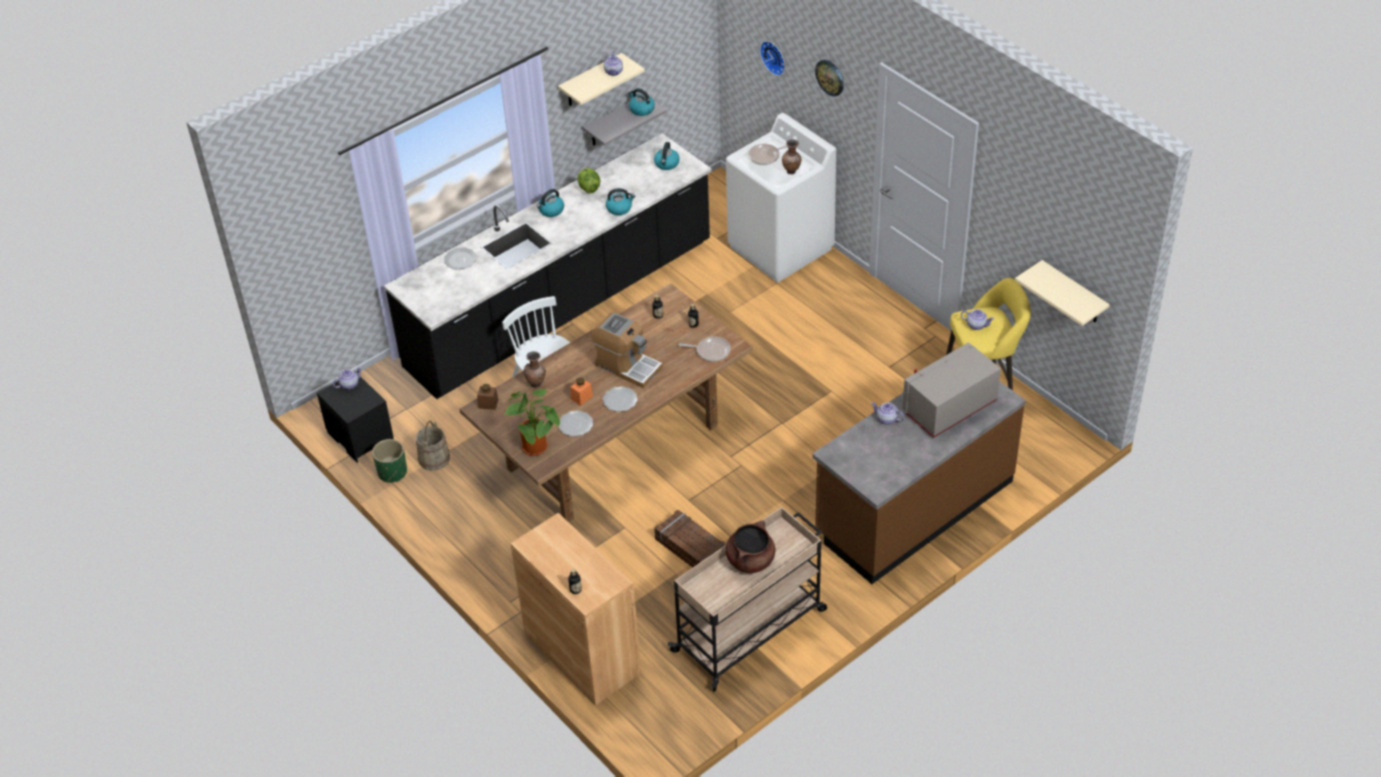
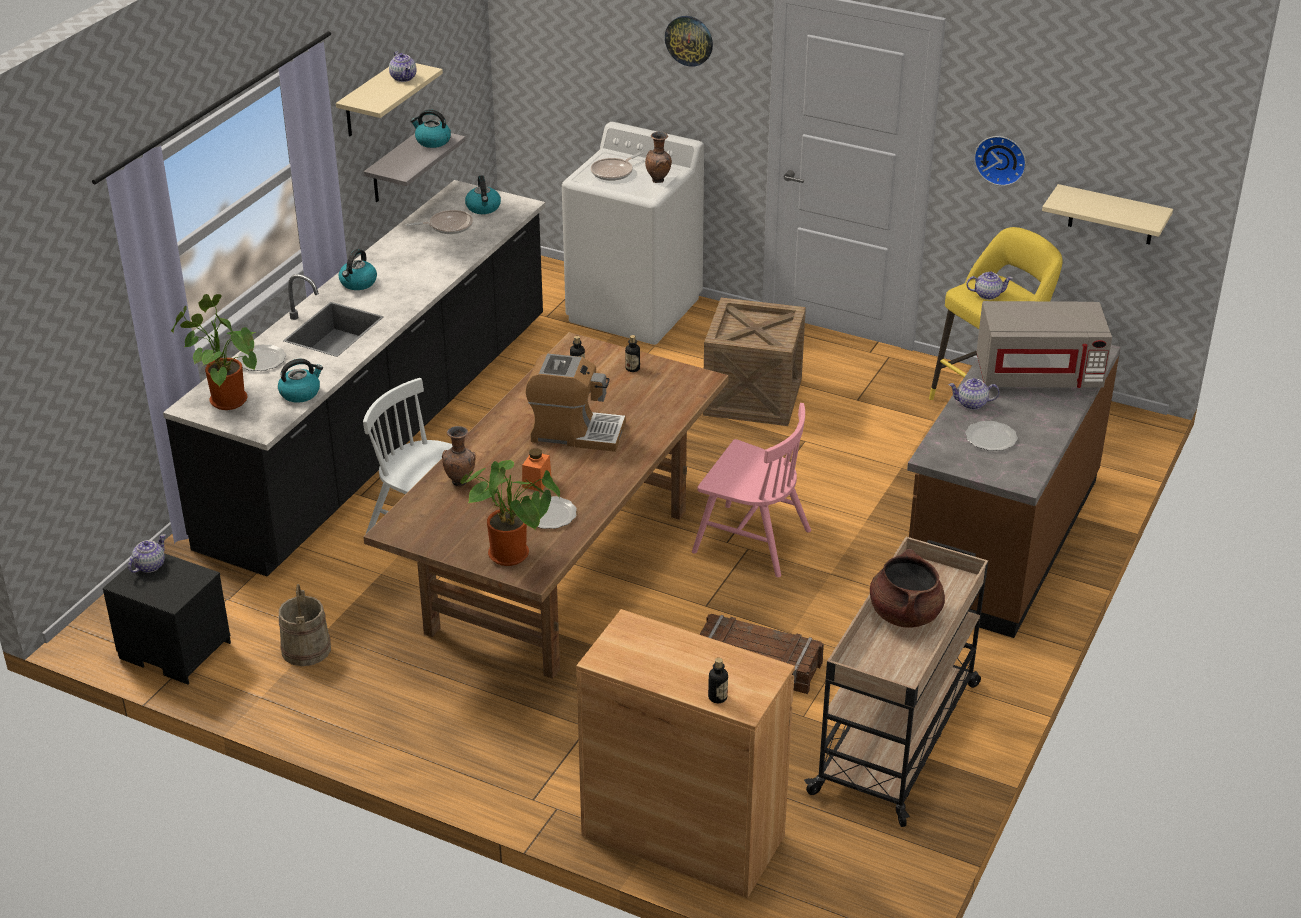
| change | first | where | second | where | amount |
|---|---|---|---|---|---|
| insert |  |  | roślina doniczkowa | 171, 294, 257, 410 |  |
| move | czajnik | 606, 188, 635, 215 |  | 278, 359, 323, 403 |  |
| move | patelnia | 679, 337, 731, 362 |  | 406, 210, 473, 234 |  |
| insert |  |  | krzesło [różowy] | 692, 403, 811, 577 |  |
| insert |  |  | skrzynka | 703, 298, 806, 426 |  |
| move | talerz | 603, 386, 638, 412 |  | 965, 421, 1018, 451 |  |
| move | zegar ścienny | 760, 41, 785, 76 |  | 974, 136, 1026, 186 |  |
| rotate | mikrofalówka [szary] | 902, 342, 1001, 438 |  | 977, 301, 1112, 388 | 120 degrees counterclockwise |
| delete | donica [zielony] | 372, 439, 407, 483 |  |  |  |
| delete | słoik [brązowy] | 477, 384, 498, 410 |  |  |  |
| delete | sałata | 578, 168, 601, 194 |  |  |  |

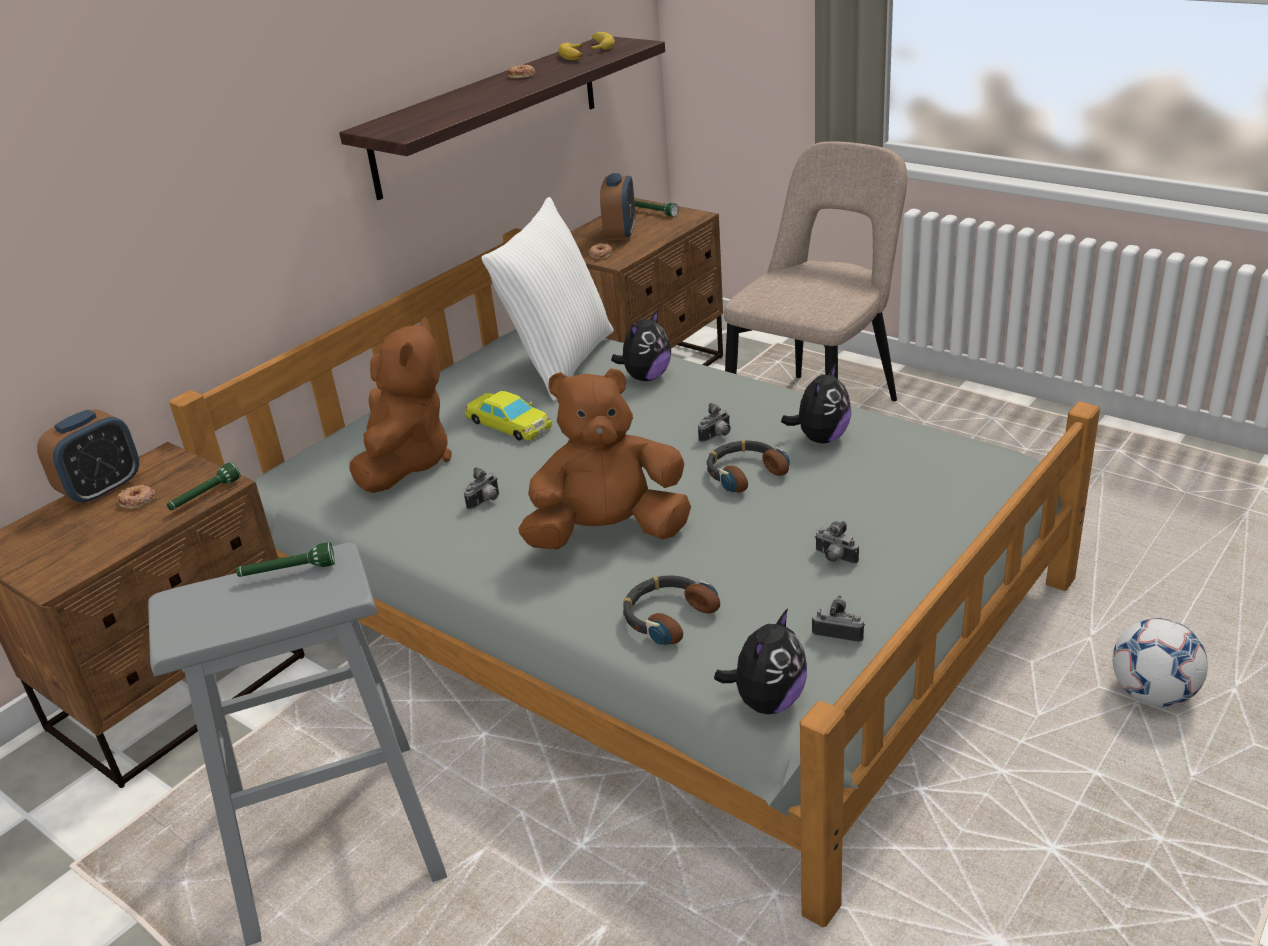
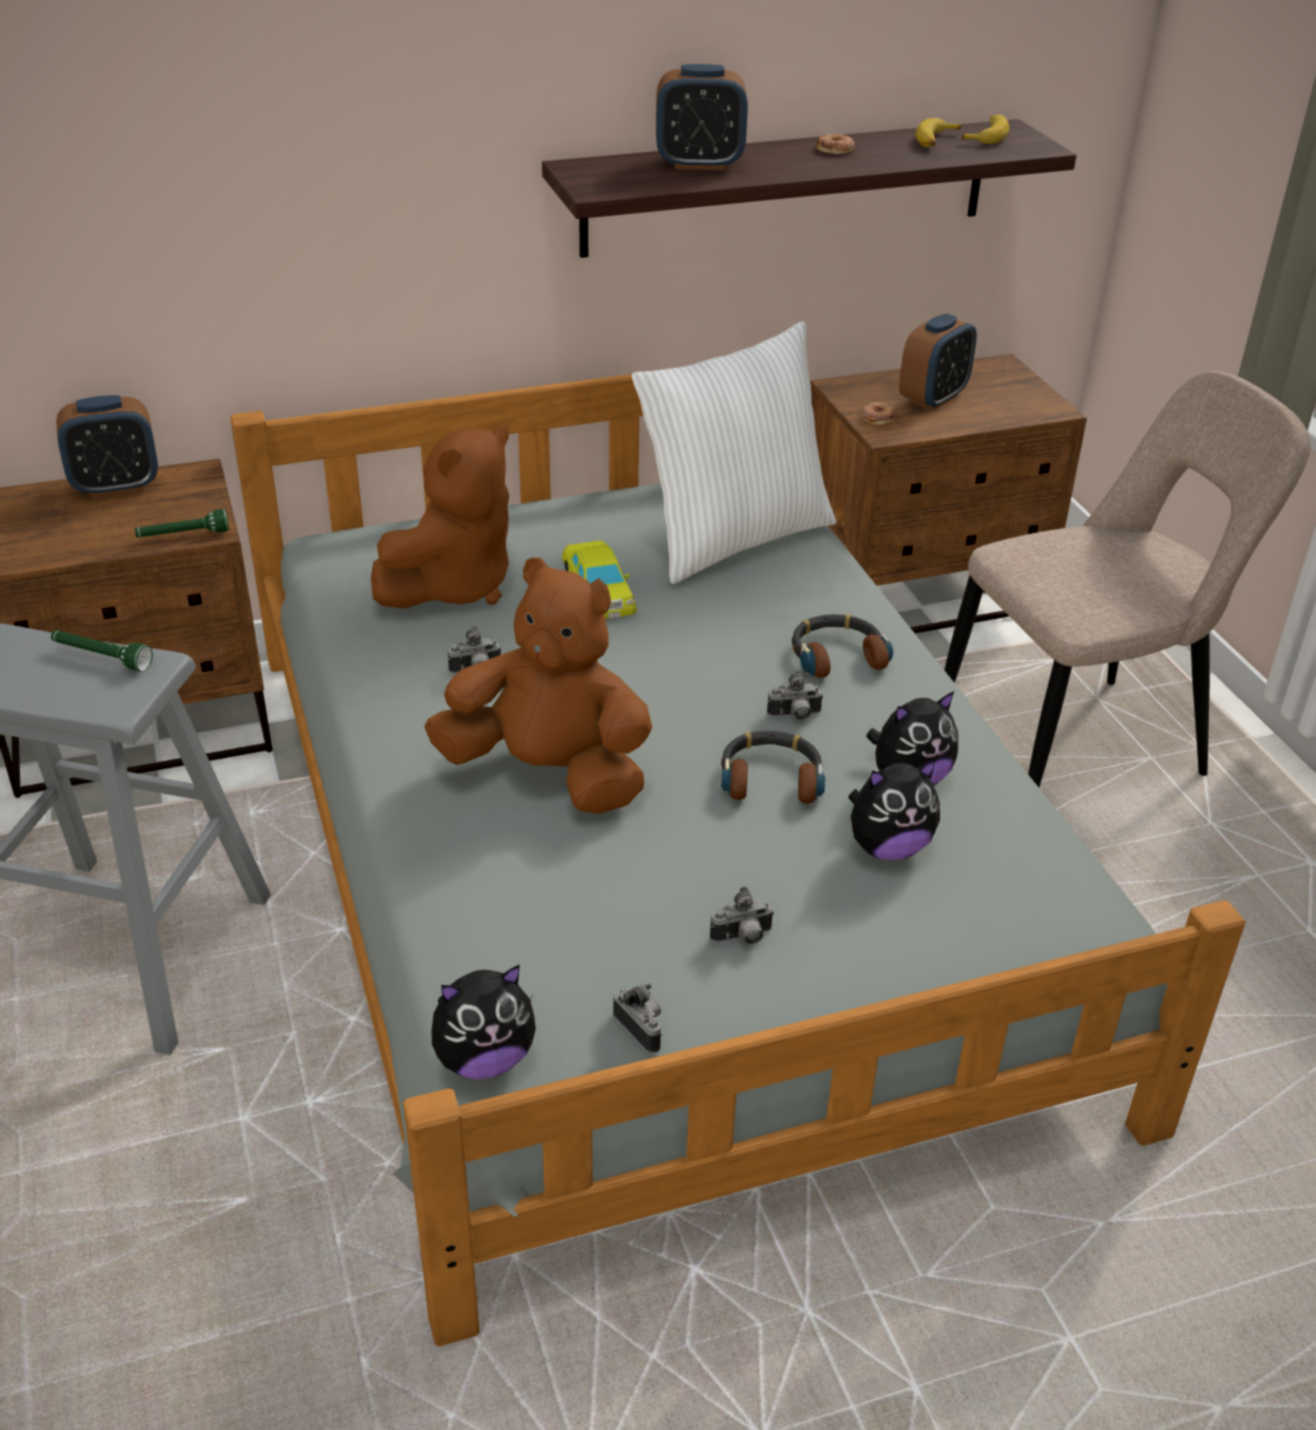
| change | first | where | second | where | amount |
|---|---|---|---|---|---|
| insert |  |  | budzik | 656, 64, 748, 170 |  |
| rotate | aparat fotograficzny | 815, 521, 859, 564 |  | 710, 886, 775, 944 | 90 degrees counterclockwise |
| move | słuchawki | 623, 575, 720, 646 |  | 792, 614, 893, 678 |  |
| move | pluszak | 611, 309, 671, 381 |  | 848, 759, 940, 860 |  |
| delete | donut | 117, 485, 156, 509 |  |  |  |
| delete | latarka [zielony] | 634, 200, 679, 217 |  |  |  |
| delete | piłka futbolowa | 1113, 618, 1208, 707 |  |  |  |

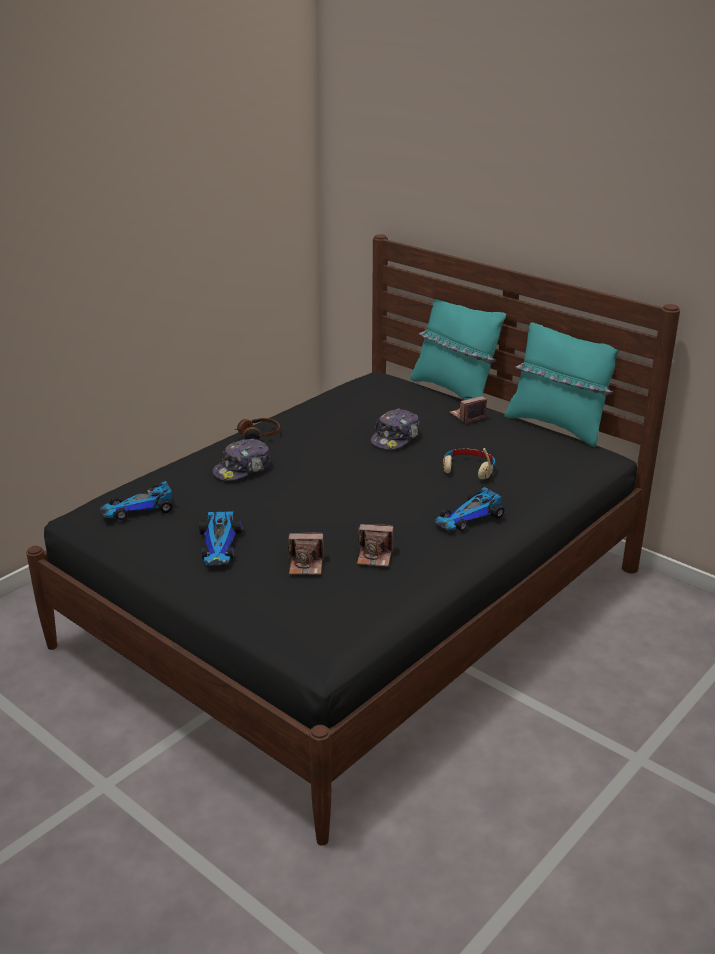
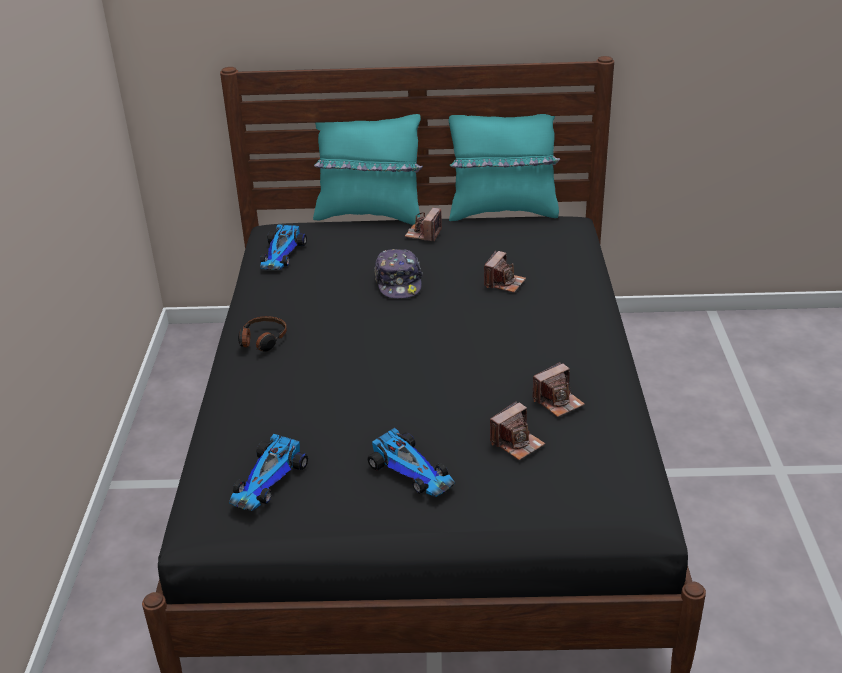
| change | first | where | second | where | amount |
|---|---|---|---|---|---|
| move | samochodzik | 434, 487, 504, 531 |  | 260, 225, 307, 270 |  |
| replace | słuchawki [beżowy] | 443, 448, 495, 479 | aparat fotograficzny | 484, 251, 526, 293 |  |
| delete | czapka z daszkiem | 213, 439, 270, 481 |  |  |  |

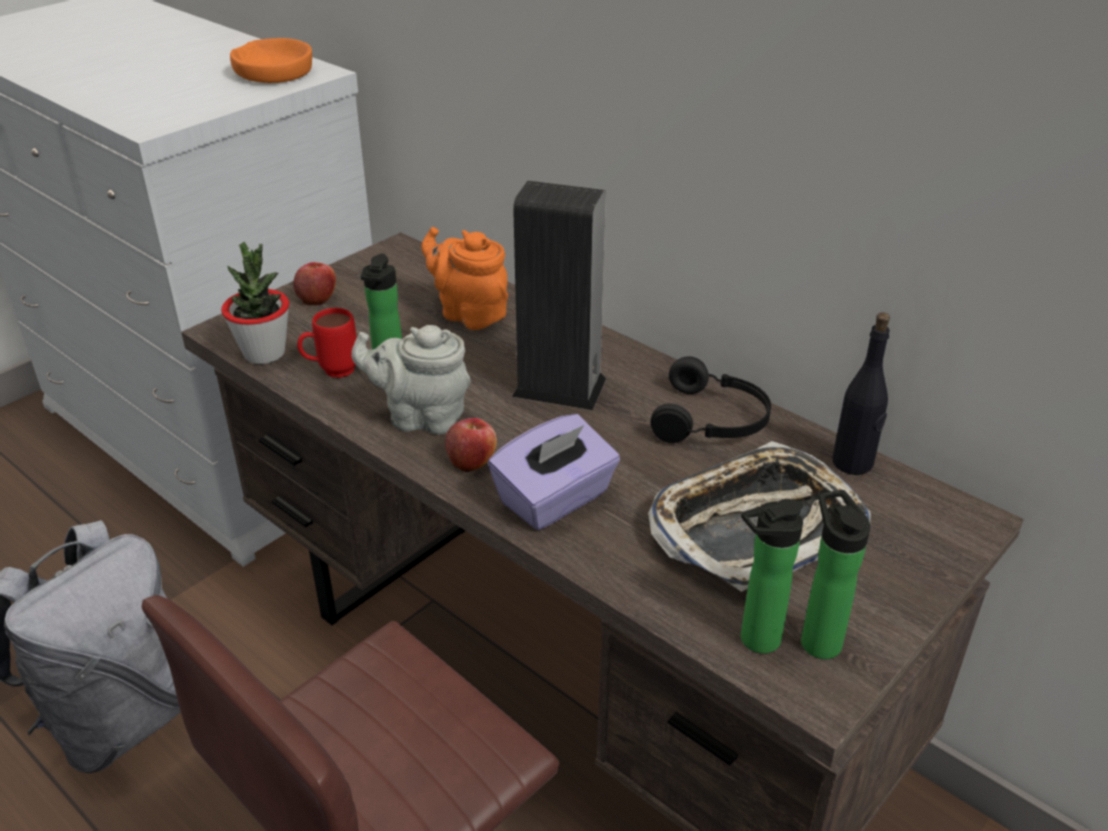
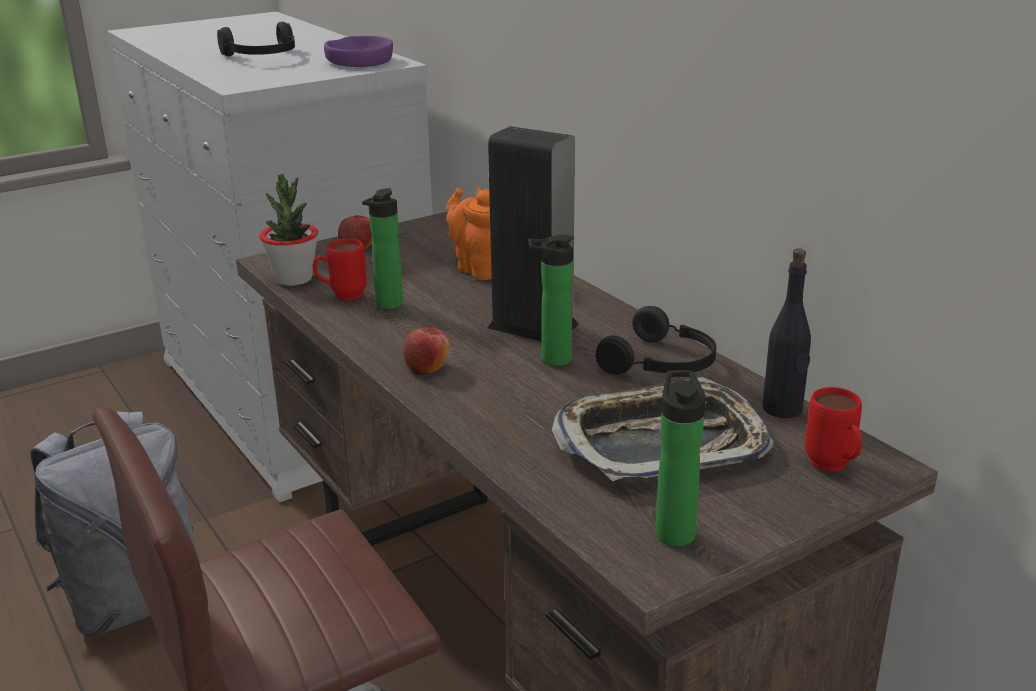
| change | first | where | second | where | amount |
|---|---|---|---|---|---|
| insert |  |  | słuchawki [czarny] | 217, 22, 295, 56 |  |
| recolor | miska [pomarańczowy] | 230, 38, 312, 83 | miska [fioletowy] | 324, 36, 393, 67 |  |
| move | butelka | 741, 499, 804, 654 |  | 528, 235, 574, 366 |  |
| insert |  |  | kubek [czerwony] | 805, 387, 862, 472 |  |
| delete | imbryk [szary] | 351, 325, 471, 434 |  |  |  |
| delete | pudełko chusteczek [fioletowy] | 488, 414, 620, 530 |  |  |  |

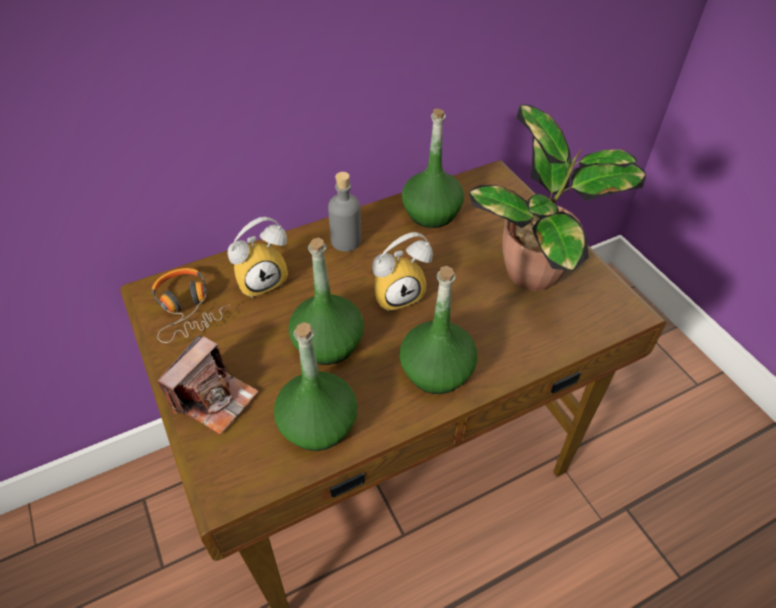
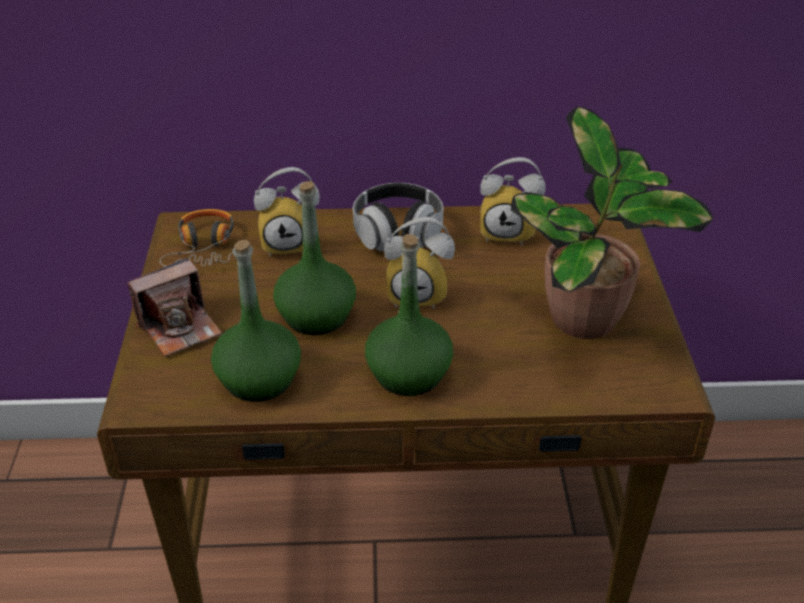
| change | first | where | second | where | amount |
|---|---|---|---|---|---|
| replace | butelka [szary] | 328, 172, 361, 252 | słuchawki | 353, 183, 443, 251 |  |
| replace | butelka [zielony] | 402, 109, 464, 228 | budzik | 480, 157, 546, 246 |  |

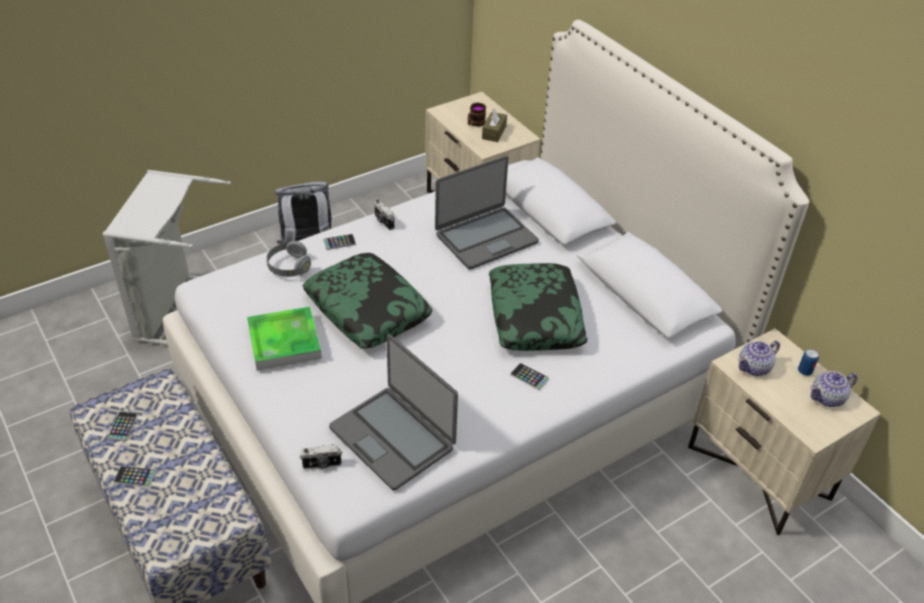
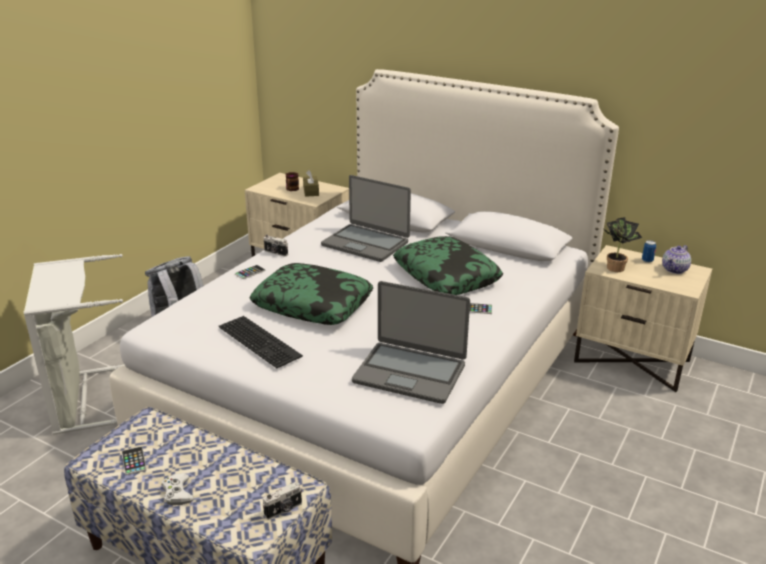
| change | first | where | second | where | amount |
|---|---|---|---|---|---|
| replace | telefon | 113, 466, 156, 487 | pad do gier [biały] | 162, 473, 194, 505 |  |
| replace | taca | 247, 307, 322, 371 | klawiatura | 219, 316, 303, 368 |  |
| move | aparat fotograficzny | 300, 444, 342, 469 |  | 262, 482, 302, 520 |  |
| rotate | laptop | 435, 156, 539, 270 |  | 321, 175, 411, 262 | 90 degrees clockwise |
| replace | imbryk | 738, 340, 780, 376 | roślina doniczkowa | 603, 217, 642, 272 |  |
| delete | słuchawki [szary] | 267, 241, 311, 277 |  |  |  |

